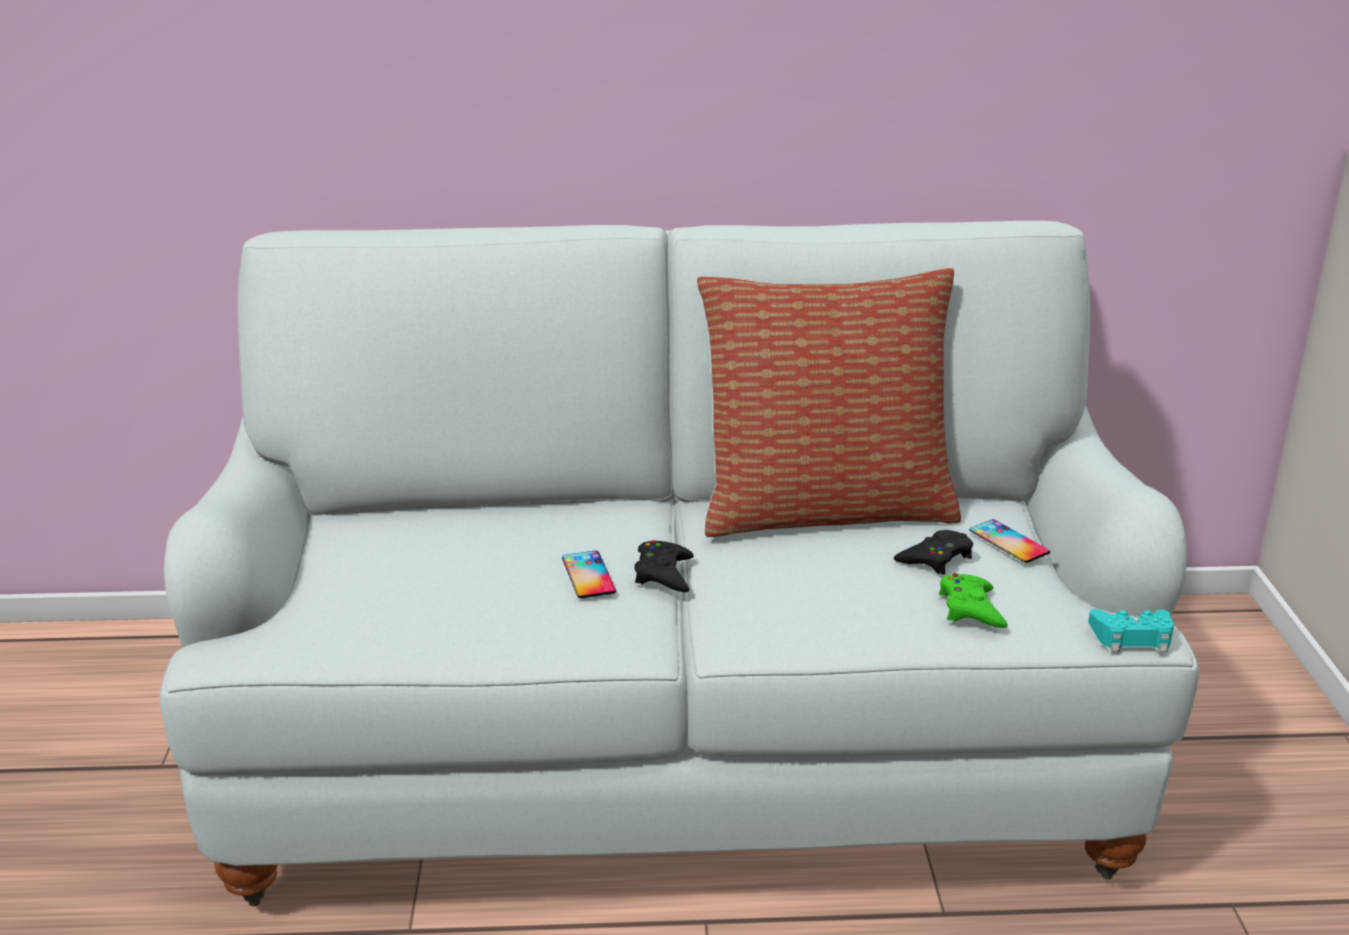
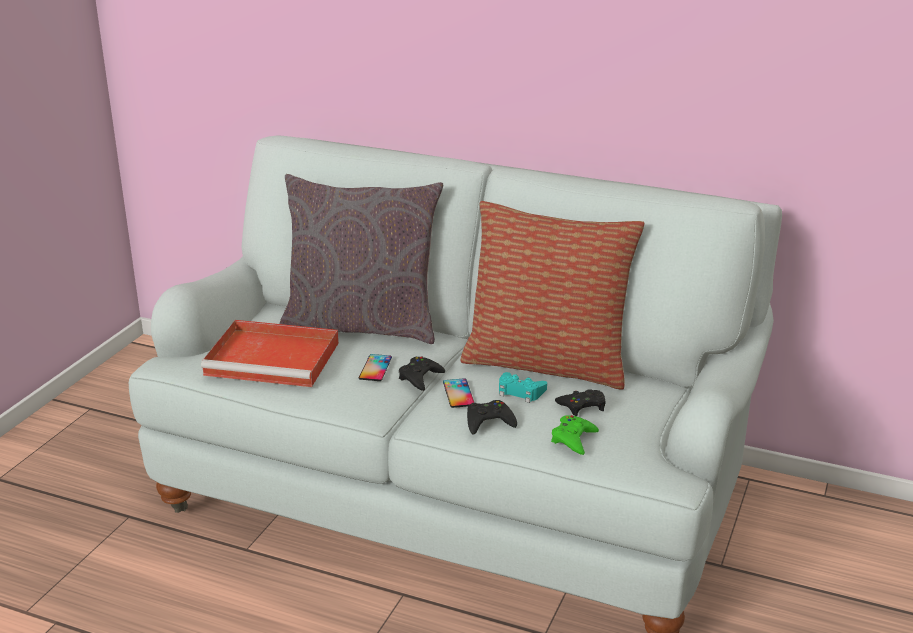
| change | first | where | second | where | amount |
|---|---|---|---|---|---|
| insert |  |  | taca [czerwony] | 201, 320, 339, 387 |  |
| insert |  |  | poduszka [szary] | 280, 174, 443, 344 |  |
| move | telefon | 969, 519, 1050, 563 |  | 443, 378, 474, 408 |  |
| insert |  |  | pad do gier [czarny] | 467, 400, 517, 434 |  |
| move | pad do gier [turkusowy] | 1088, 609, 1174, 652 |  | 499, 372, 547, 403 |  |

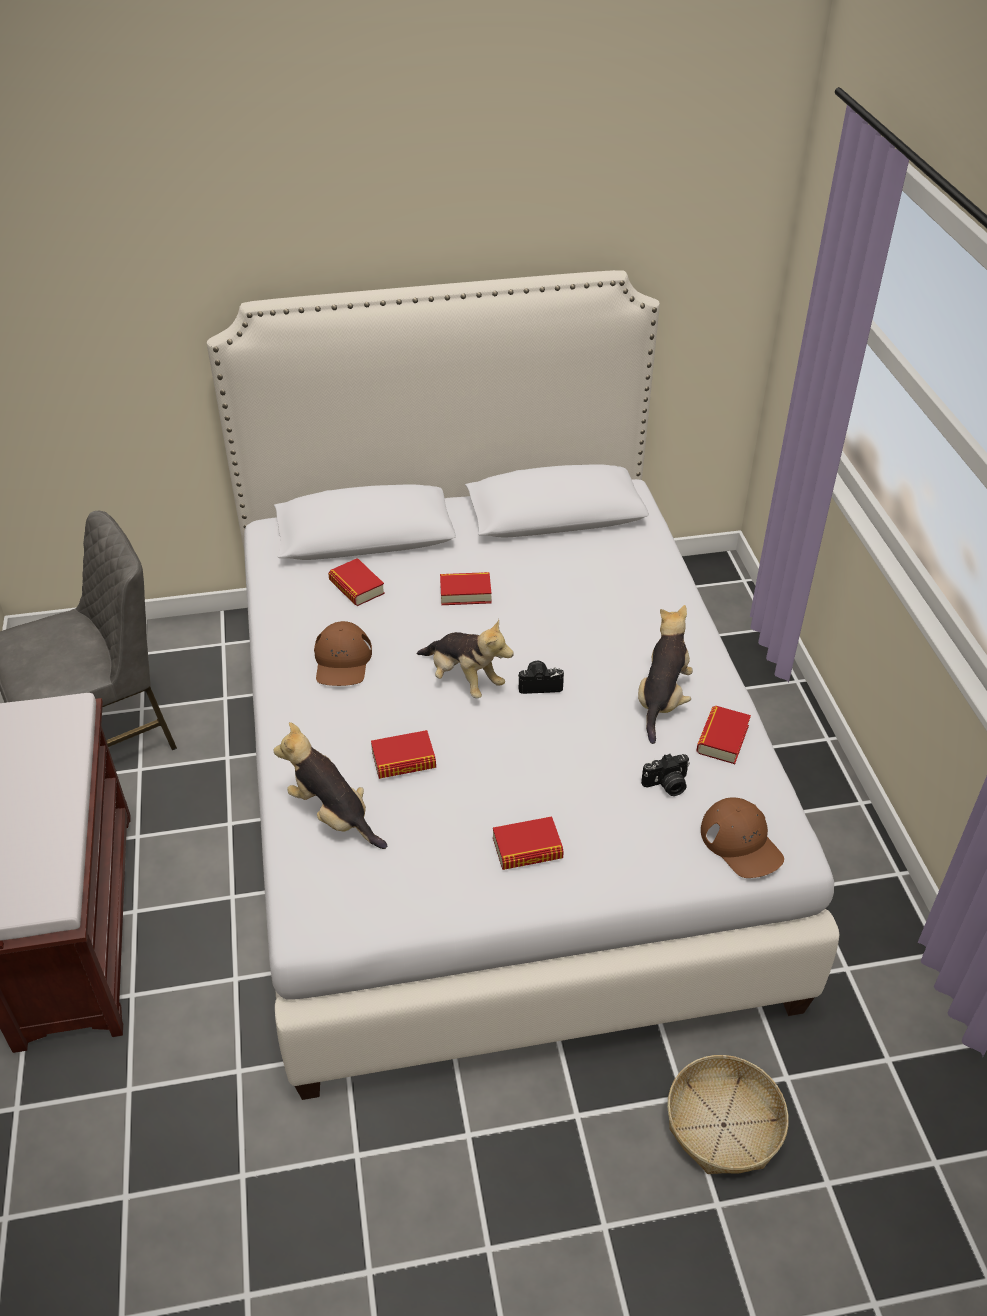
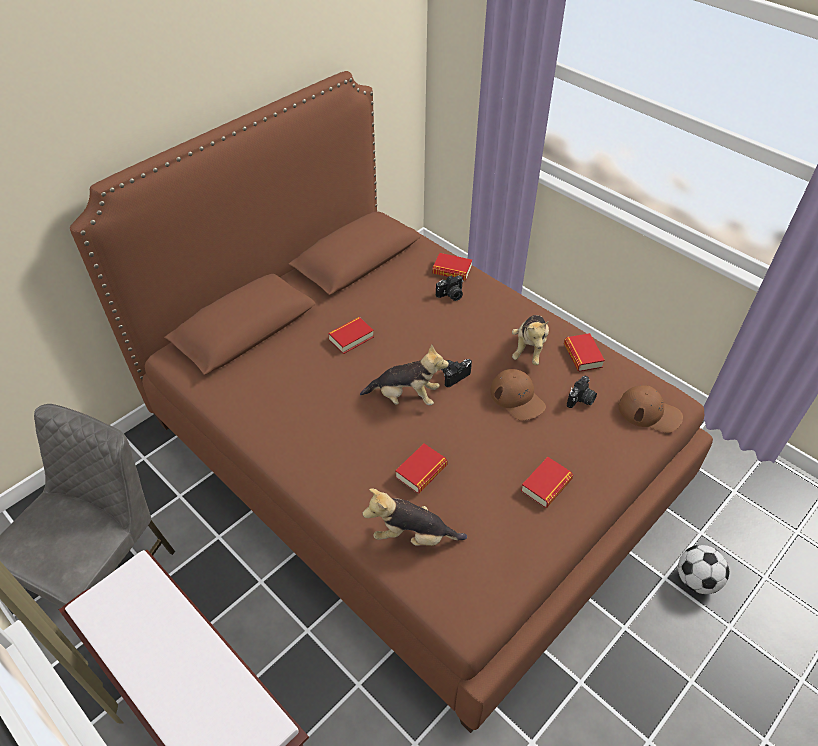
| change | first | where | second | where | amount |
|---|---|---|---|---|---|
| recolor | łóżko [biały] | 207, 270, 839, 1100 | łóżko [brązowy] | 70, 71, 713, 733 |  |
| move | książka | 328, 558, 385, 606 |  | 432, 253, 472, 281 |  |
| insert |  |  | aparat fotograficzny | 436, 275, 463, 301 |  |
| move | czapka z daszkiem [brązowy] | 314, 621, 372, 686 |  | 490, 369, 546, 421 |  |
| rotate | pluszak | 638, 605, 693, 744 |  | 512, 315, 549, 365 | 150 degrees counterclockwise |
| replace | koszyk | 667, 1055, 789, 1174 | piłka futbolowa | 678, 545, 729, 594 |  |

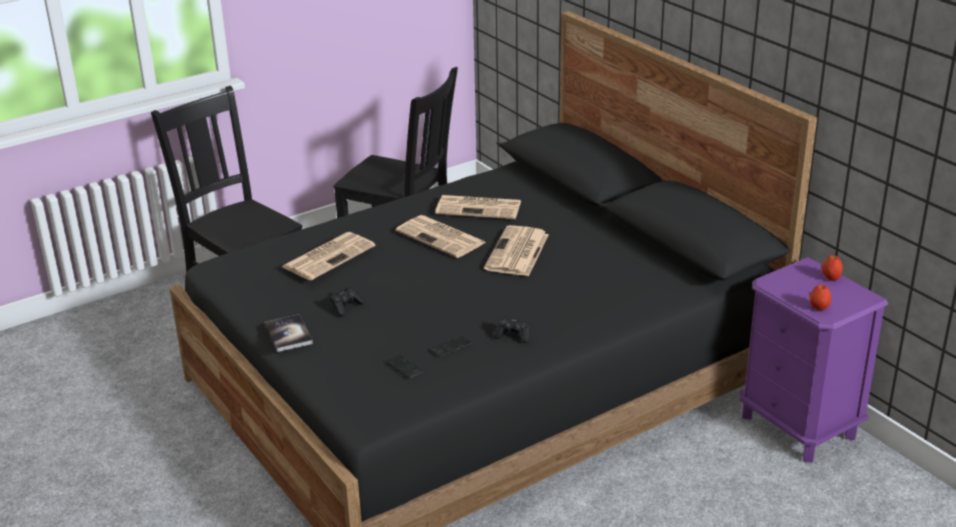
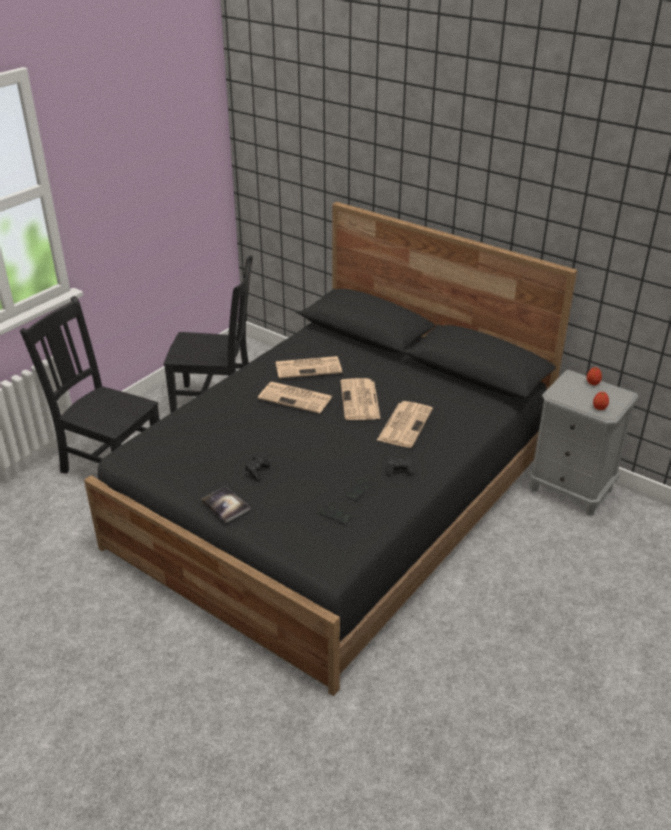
| change | first | where | second | where | amount |
|---|---|---|---|---|---|
| move | gazeta | 282, 232, 375, 280 |  | 377, 401, 433, 448 |  |
| recolor | szafka nocna [fioletowy] | 739, 257, 888, 463 | szafka nocna [szary] | 528, 370, 639, 516 |  |

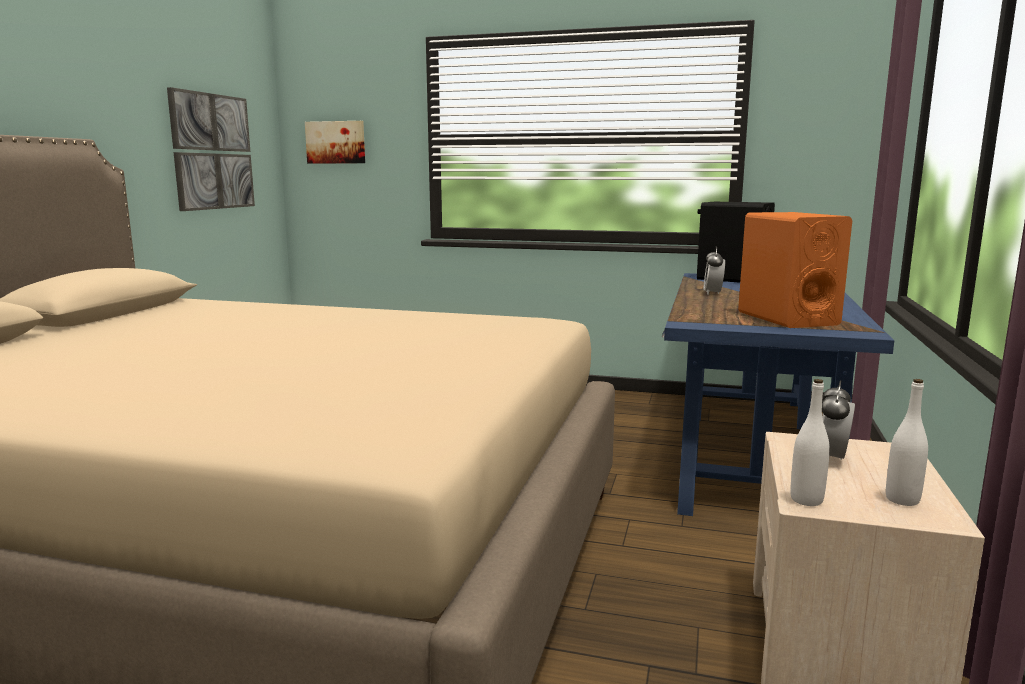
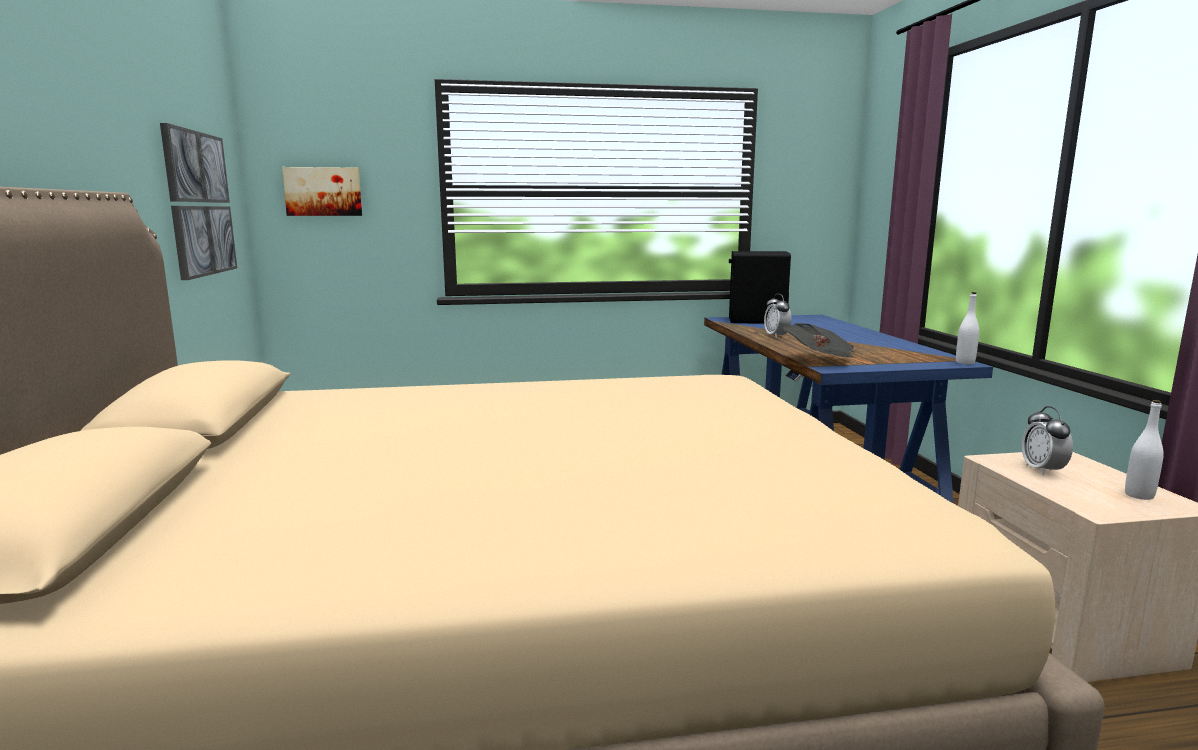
| change | first | where | second | where | amount |
|---|---|---|---|---|---|
| insert |  |  | gazeta | 783, 323, 856, 357 |  |
| move | butelka [biały] | 790, 379, 830, 506 |  | 956, 292, 979, 364 |  |
| delete | głośnik [pomarańczowy] | 738, 212, 852, 328 |  |  |  |

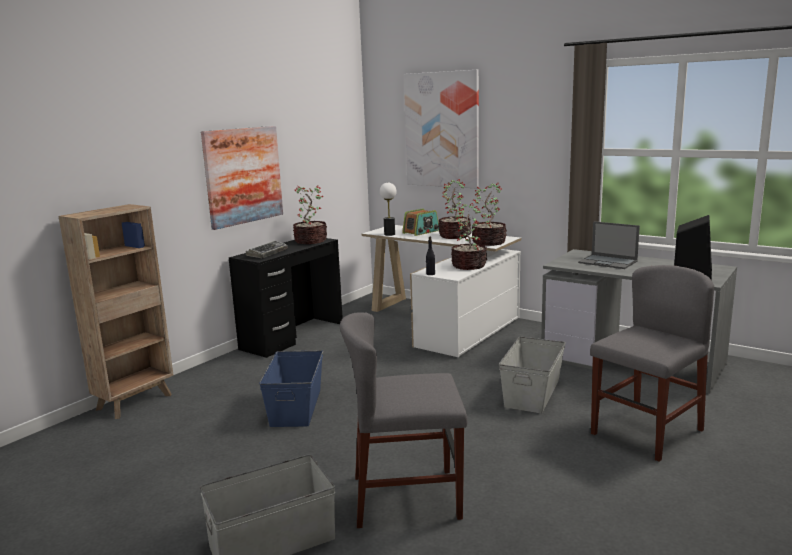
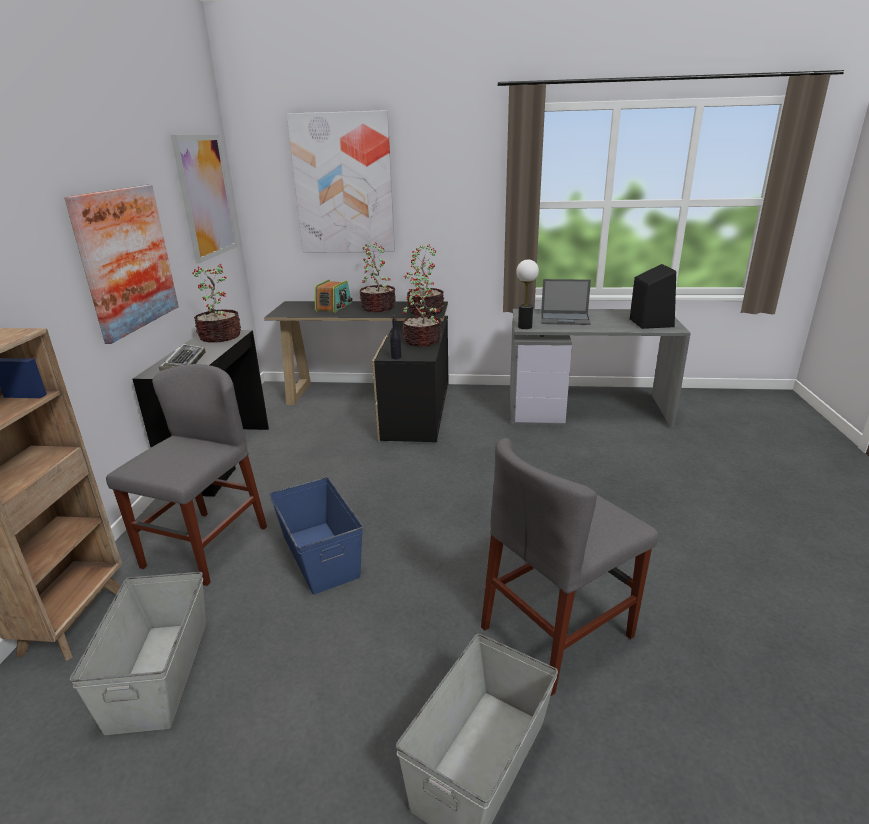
| change | first | where | second | where | amount |
|---|---|---|---|---|---|
| move | pojemnik do przechowywania [szary] | 499, 337, 565, 413 |  | 70, 572, 206, 735 |  |
| move | krzesło [szary] | 590, 265, 714, 462 |  | 106, 364, 267, 586 |  |
| insert |  |  | obraz | 171, 135, 237, 264 |  |
| recolor | biurko [biały] | 362, 225, 521, 357 | biurko [czarny] | 264, 301, 449, 442 |  |
| move | lampa stołowa | 380, 183, 397, 236 |  | 516, 260, 539, 329 |  |

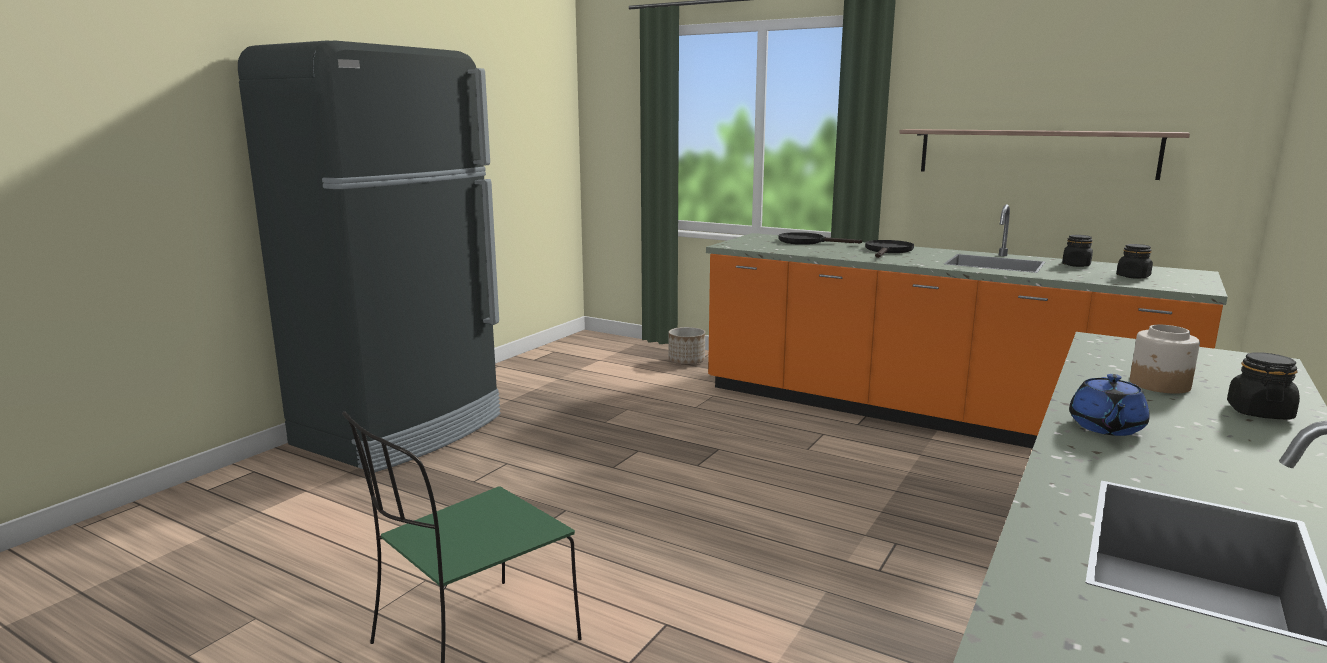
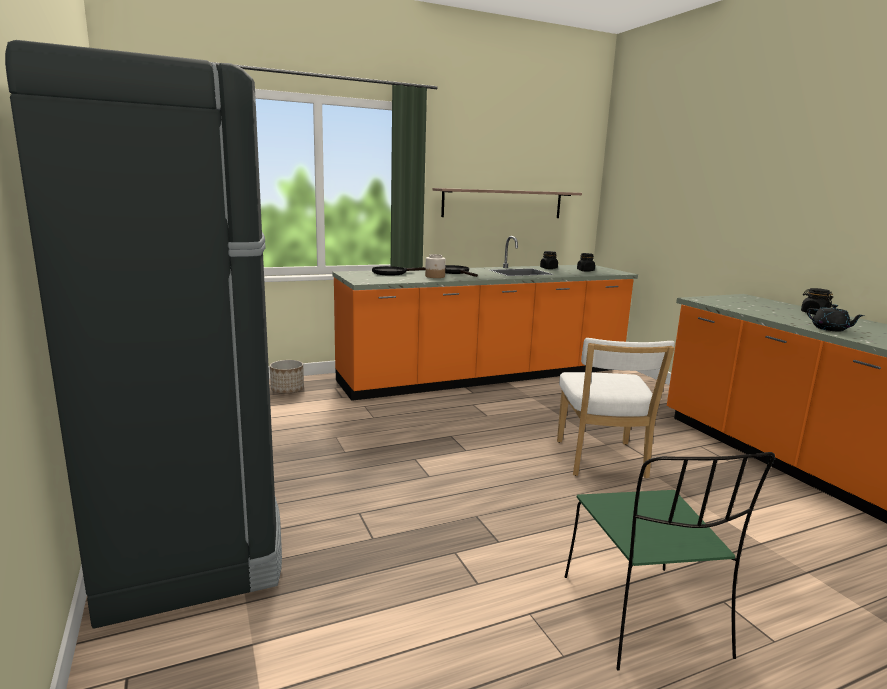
| change | first | where | second | where | amount |
|---|---|---|---|---|---|
| move | słoik | 1130, 325, 1200, 394 |  | 425, 254, 446, 278 |  |
| insert |  |  | krzesło [biały] | 557, 338, 675, 478 |  |
| recolor | imbryk [niebieski] | 1069, 374, 1150, 436 | imbryk [czarny] | 807, 304, 865, 331 |  |

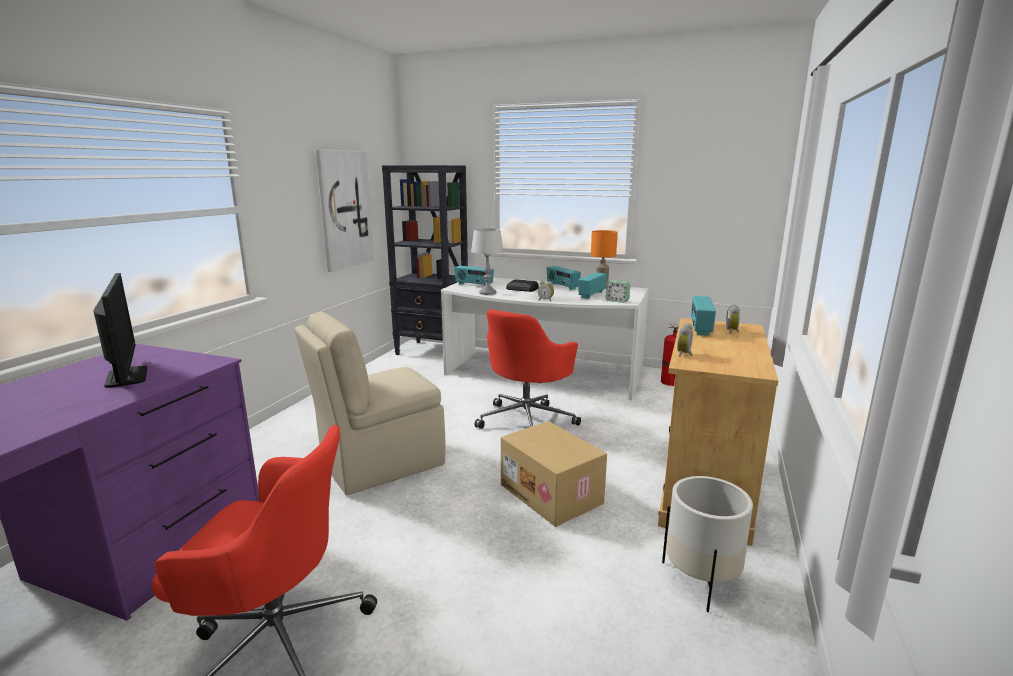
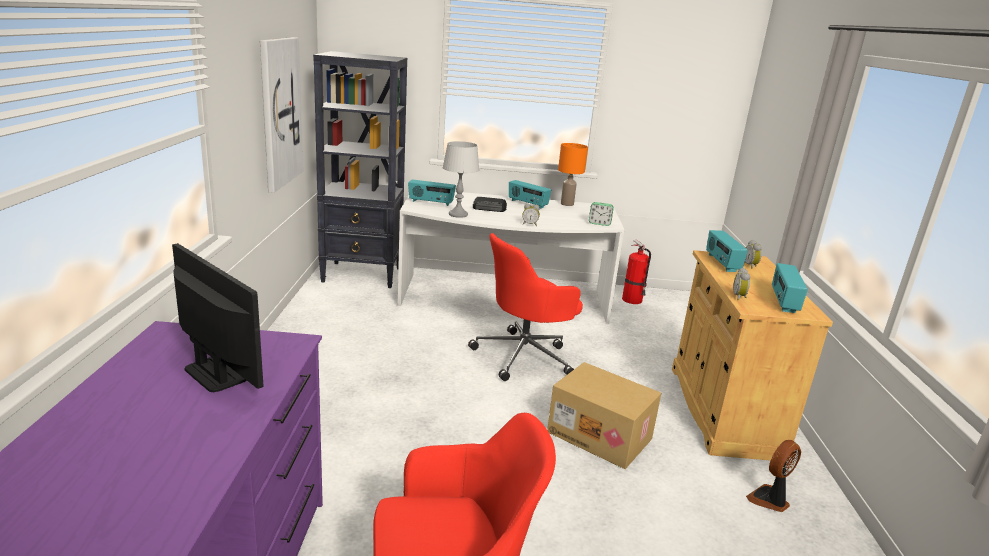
| change | first | where | second | where | amount |
|---|---|---|---|---|---|
| rotate | krzesło biurowe [czerwony] | 475, 309, 581, 429 |  | 468, 233, 583, 381 | 45 degrees clockwise |
| replace | donica [biały] | 662, 476, 753, 612 | wentylator | 746, 440, 801, 512 |  |
| move | radio | 578, 272, 607, 299 |  | 772, 263, 808, 313 |  |
| delete | krzesło [beżowy] | 295, 312, 445, 495 |  |  |  |

